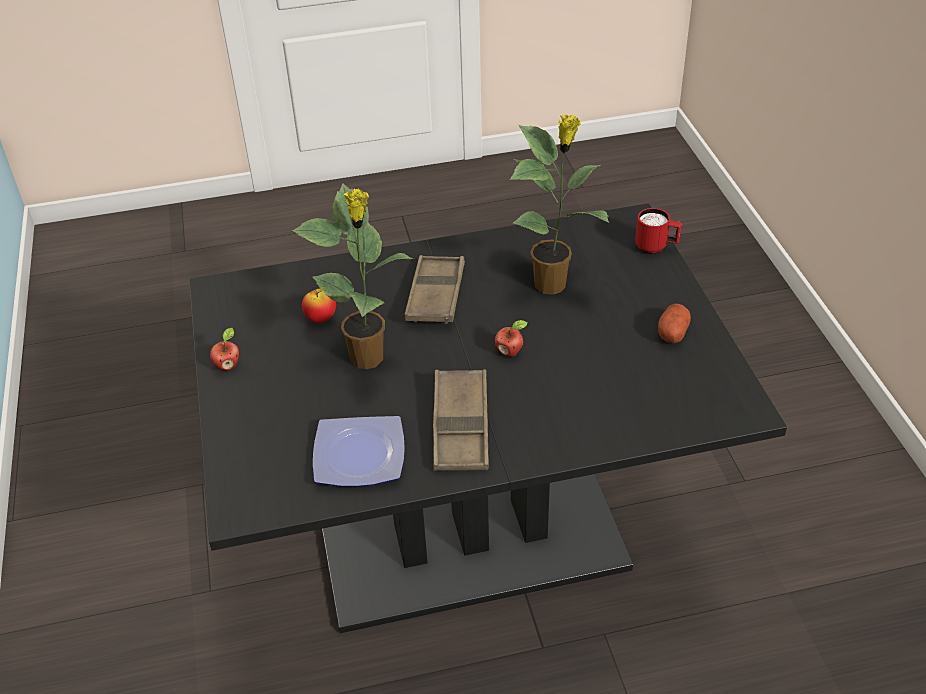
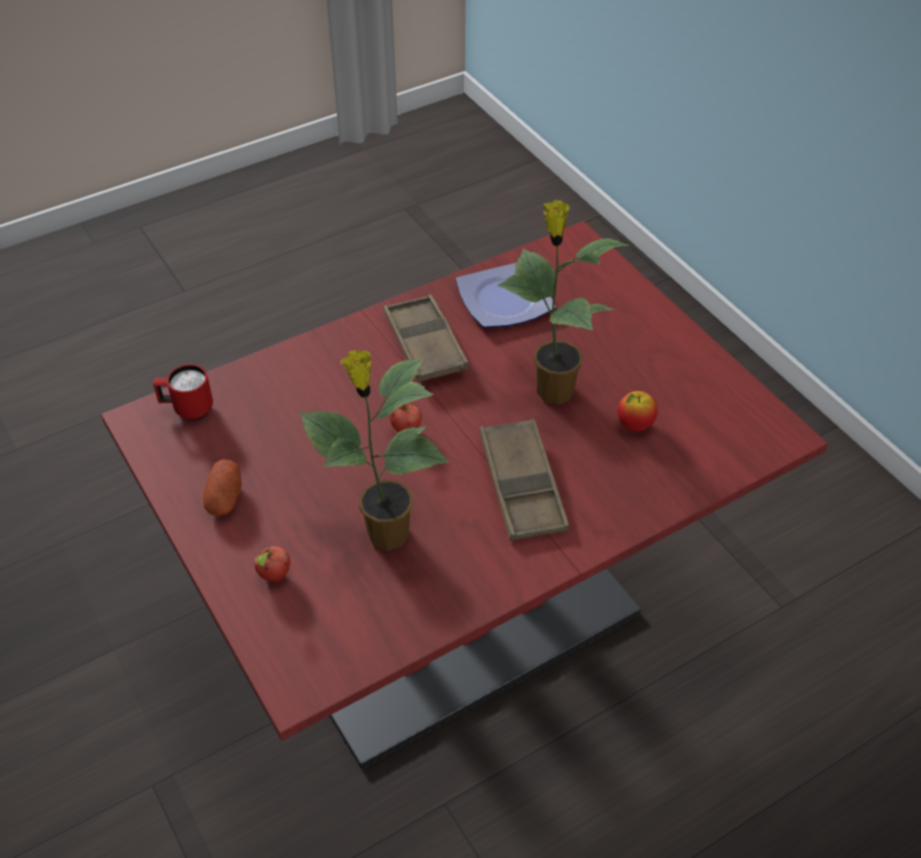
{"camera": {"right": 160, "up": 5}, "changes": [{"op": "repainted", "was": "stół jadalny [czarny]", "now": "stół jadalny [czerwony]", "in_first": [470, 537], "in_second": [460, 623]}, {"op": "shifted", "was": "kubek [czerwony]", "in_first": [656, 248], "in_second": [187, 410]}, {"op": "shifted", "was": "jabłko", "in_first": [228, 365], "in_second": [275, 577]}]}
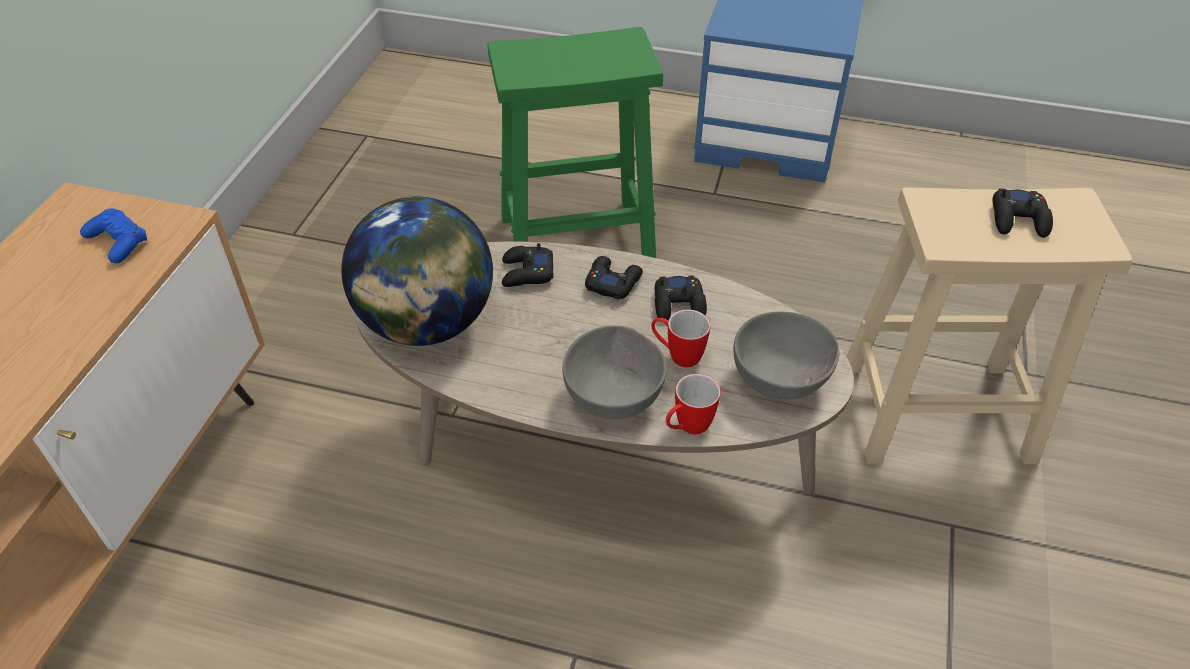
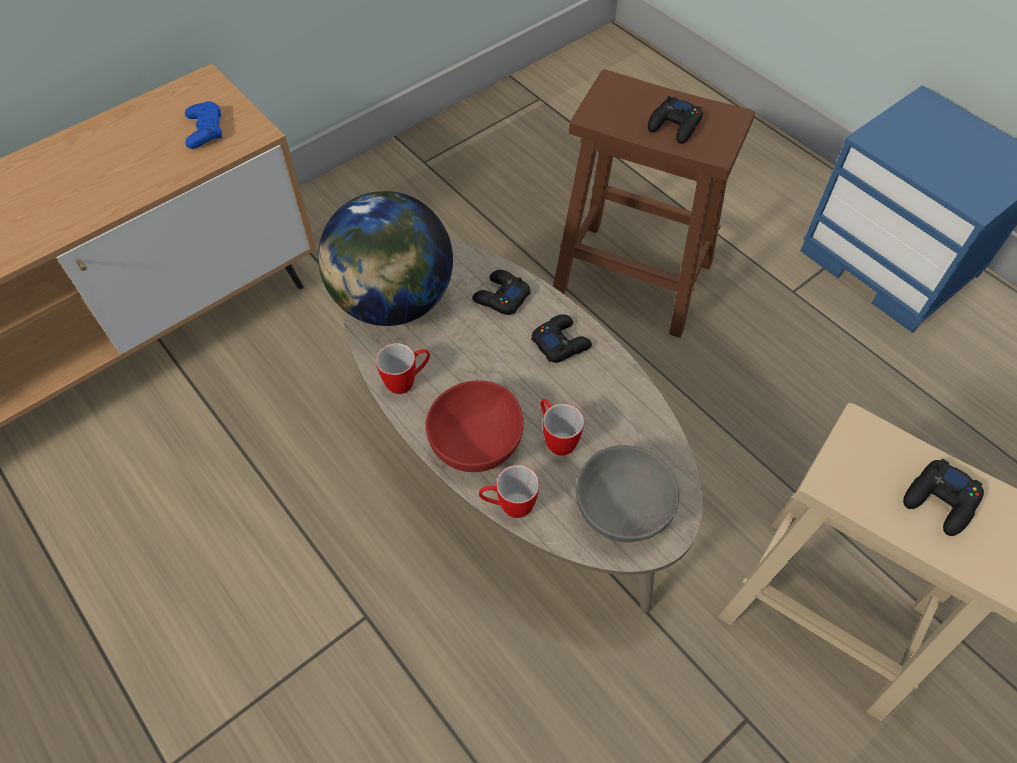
{"camera": {"right": 35, "up": 10}, "changes": [{"op": "new", "now": "kubek", "in_second": [407, 381]}, {"op": "repainted", "was": "miska [szary]", "now": "miska [czerwony]", "in_first": [615, 394], "in_second": [479, 443]}, {"op": "repainted", "was": "stołek [zielony]", "now": "stołek [brązowy]", "in_first": [579, 242], "in_second": [635, 278]}, {"op": "shifted", "was": "pad do gier [czarny]", "in_first": [679, 305], "in_second": [674, 126]}]}
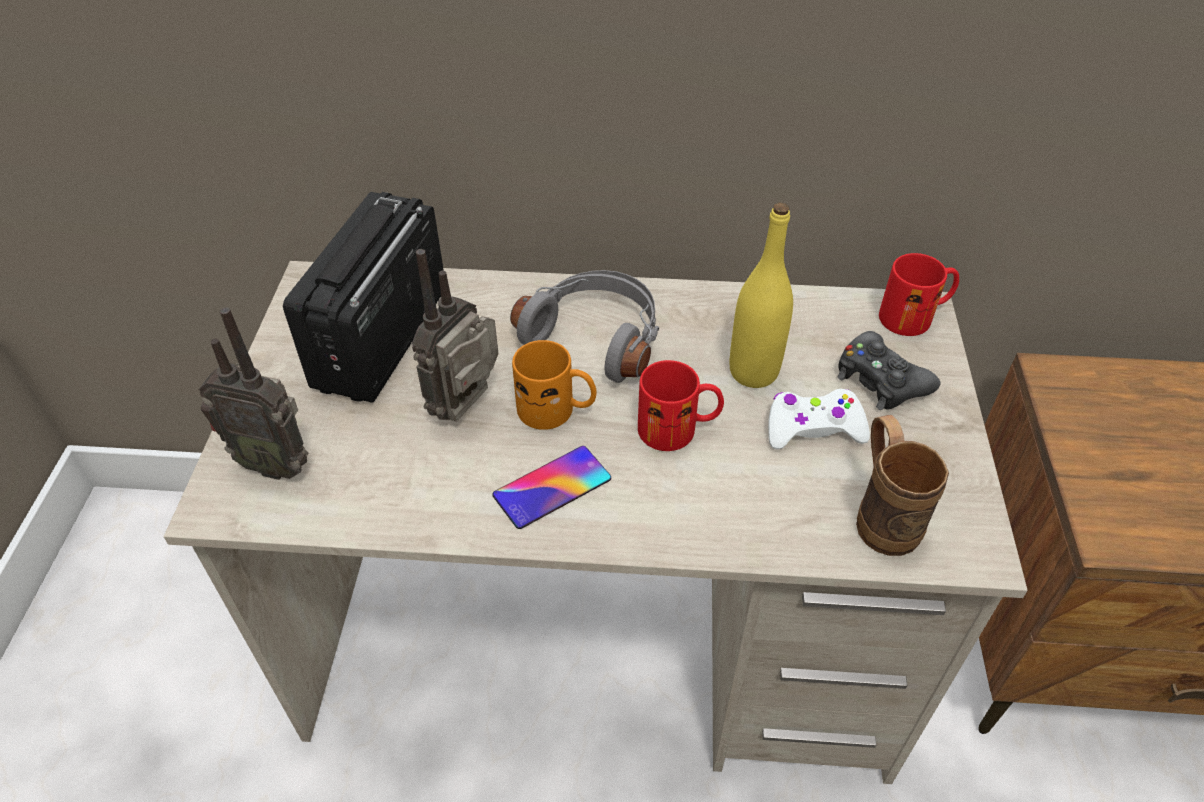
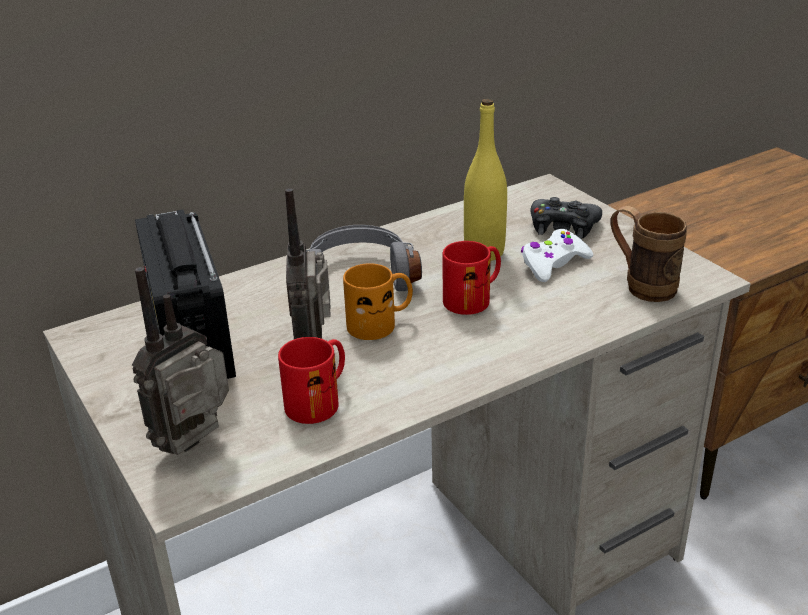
{"camera": {"right": -35, "up": -15}, "changes": [{"op": "rotated", "was": "radio", "in_first": [275, 462], "in_second": [198, 446], "clockwise": 150}, {"op": "shifted", "was": "kubek [czerwony]", "in_first": [914, 316], "in_second": [319, 400]}, {"op": "gone", "was": "telefon", "in_first": [552, 487]}]}
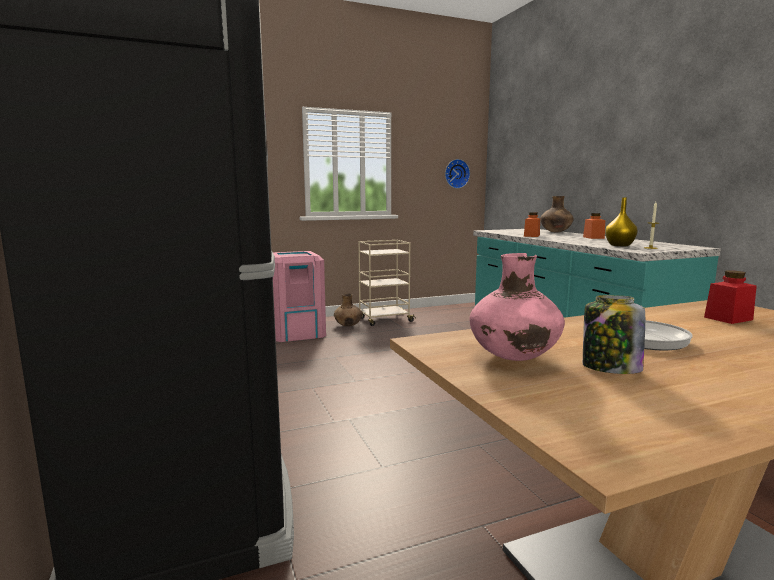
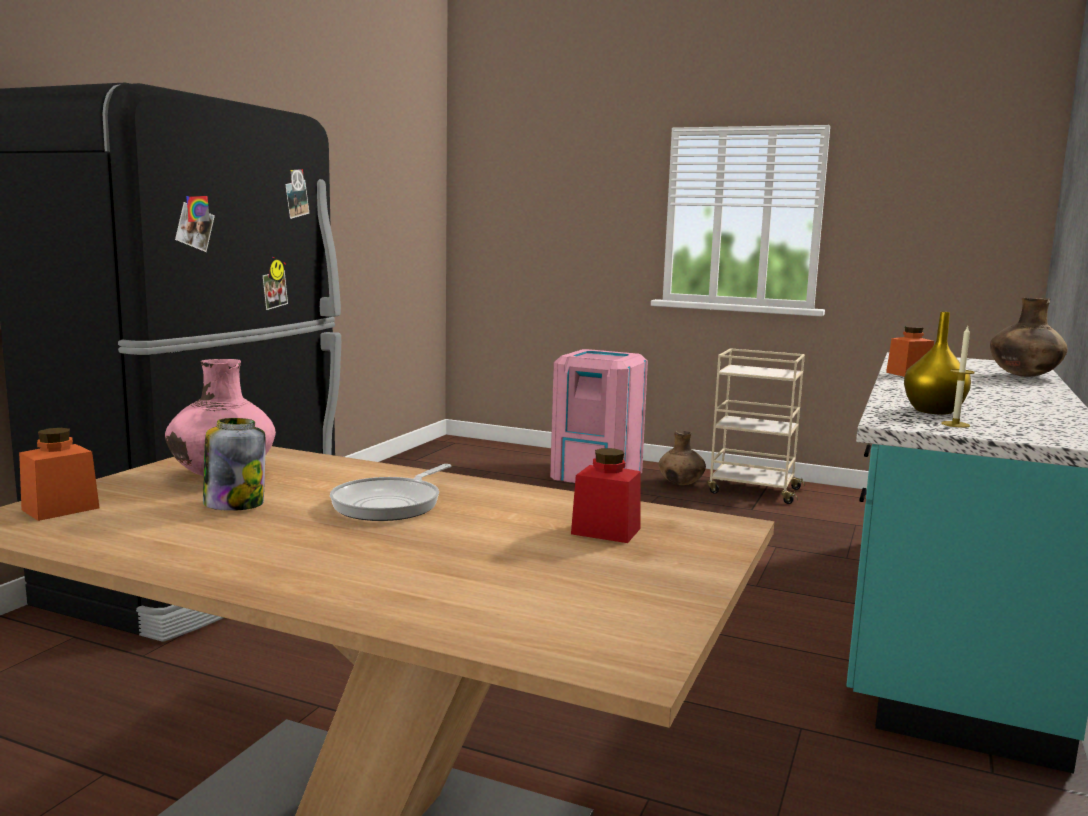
{"camera": {"right": 45, "up": 0}, "changes": [{"op": "shifted", "was": "słoik [pomarańczowy]", "in_first": [593, 237], "in_second": [60, 509]}, {"op": "gone", "was": "zegar ścienny", "in_first": [456, 173]}]}
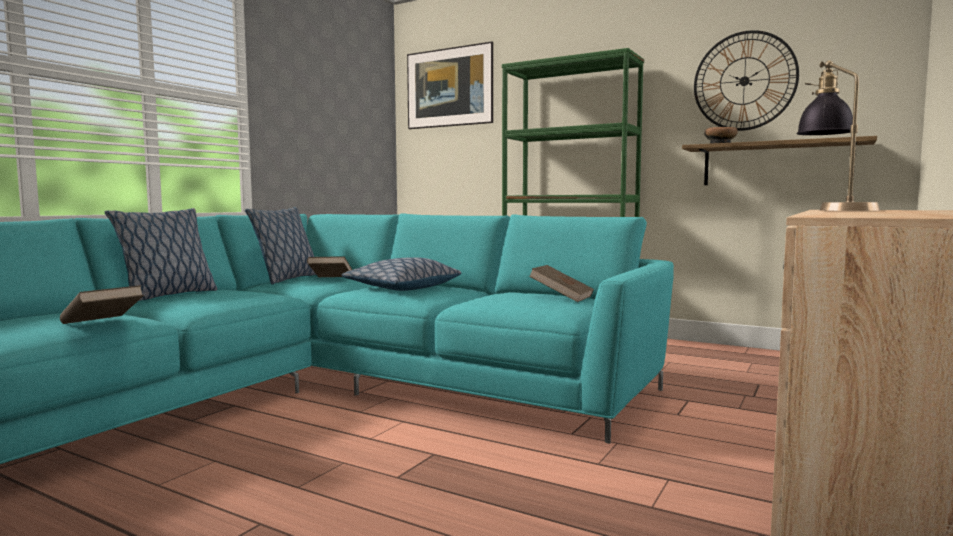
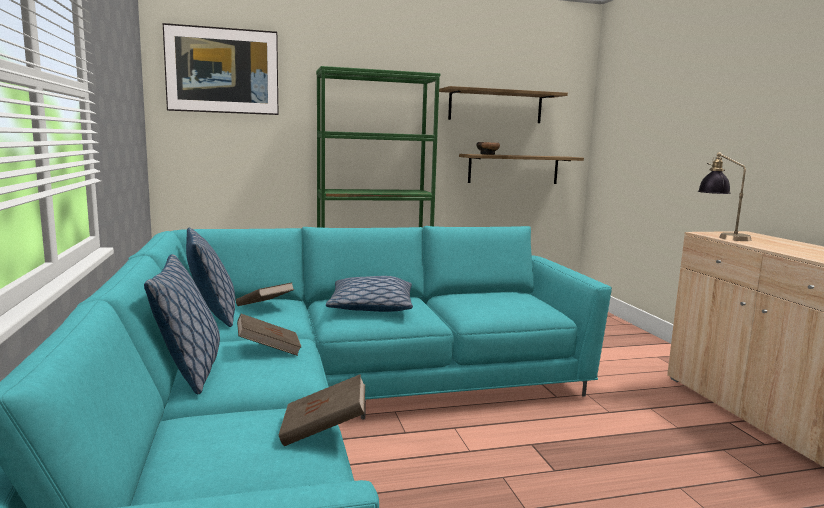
{"camera": {"right": -45, "up": 5}, "changes": [{"op": "shifted", "was": "książka [brązowy]", "in_first": [561, 297], "in_second": [269, 349]}, {"op": "swapped", "was": "zegar ścienny", "now": "półka", "in_first": [744, 81], "in_second": [495, 106]}]}
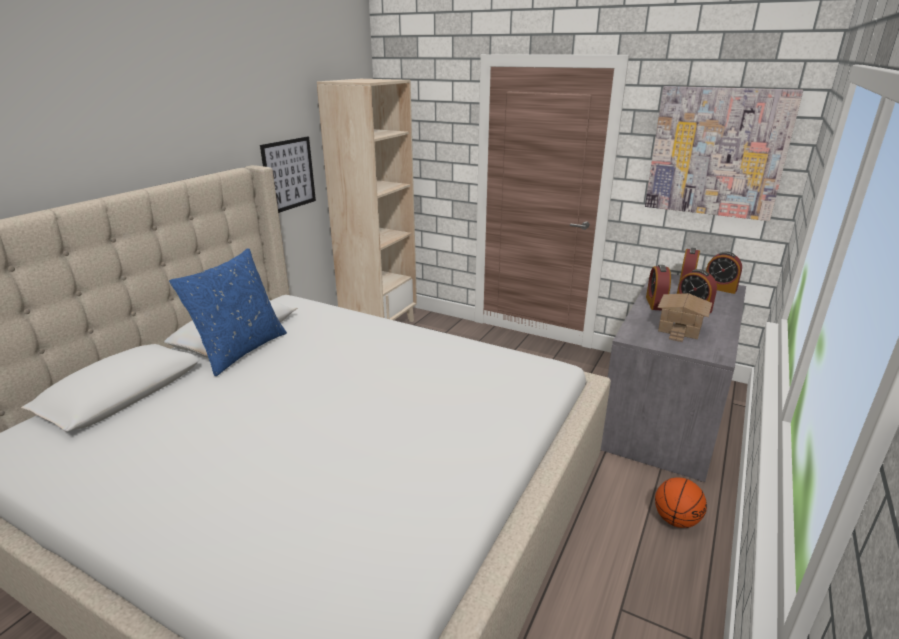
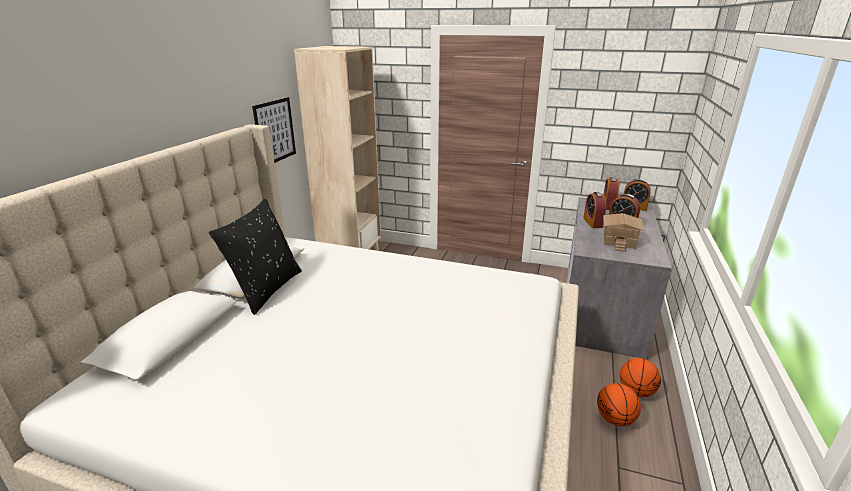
{"camera": {"right": -10, "up": 0}, "changes": [{"op": "repainted", "was": "poduszka [niebieski]", "now": "poduszka [czarny]", "in_first": [240, 350], "in_second": [266, 289]}, {"op": "new", "now": "piłka do koszykówki", "in_second": [615, 419]}, {"op": "gone", "was": "obraz", "in_first": [717, 152]}]}
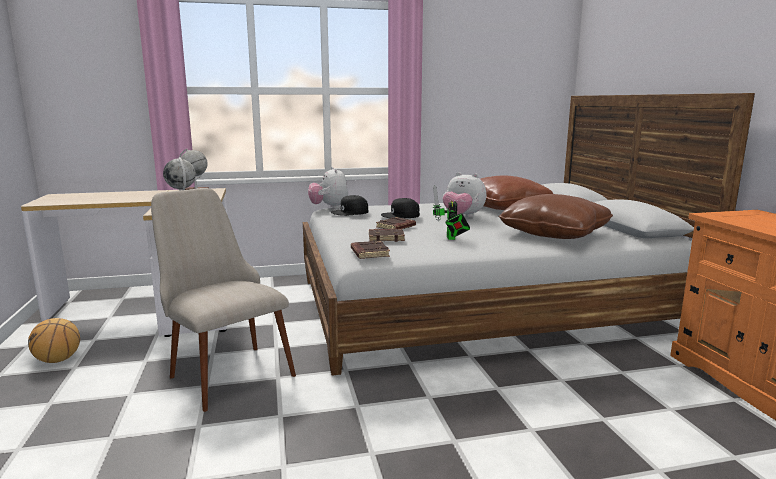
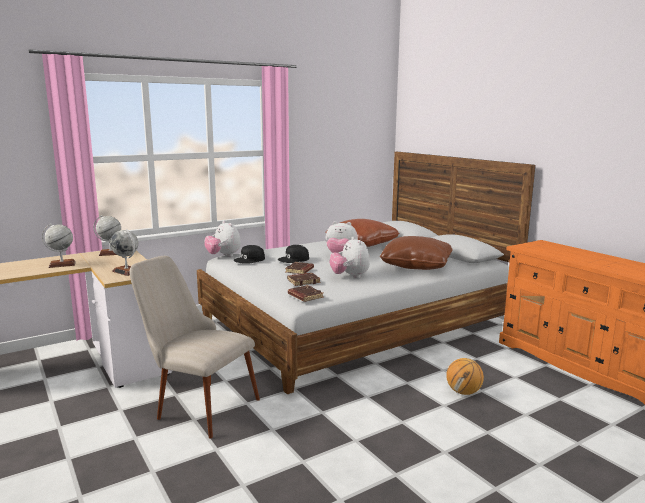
{"camera": {"right": -20, "up": 0}, "changes": [{"op": "new", "now": "globus", "in_second": [62, 264]}, {"op": "swapped", "was": "robot zabawkowy", "now": "pluszak", "in_first": [451, 238], "in_second": [350, 276]}, {"op": "shifted", "was": "piłka do koszykówki", "in_first": [58, 360], "in_second": [463, 392]}]}
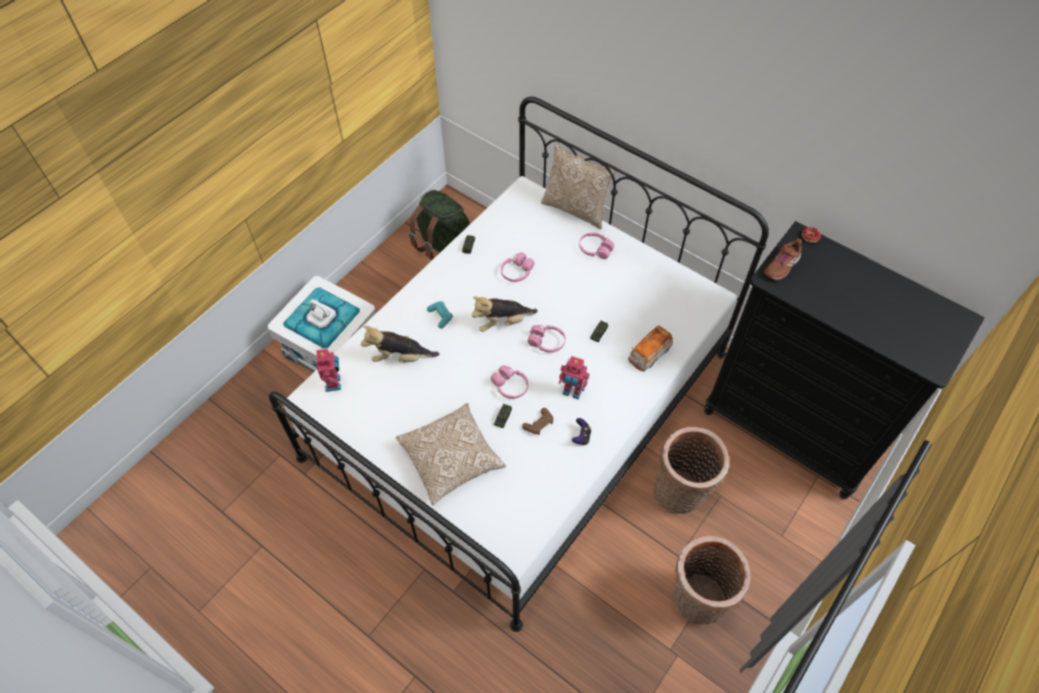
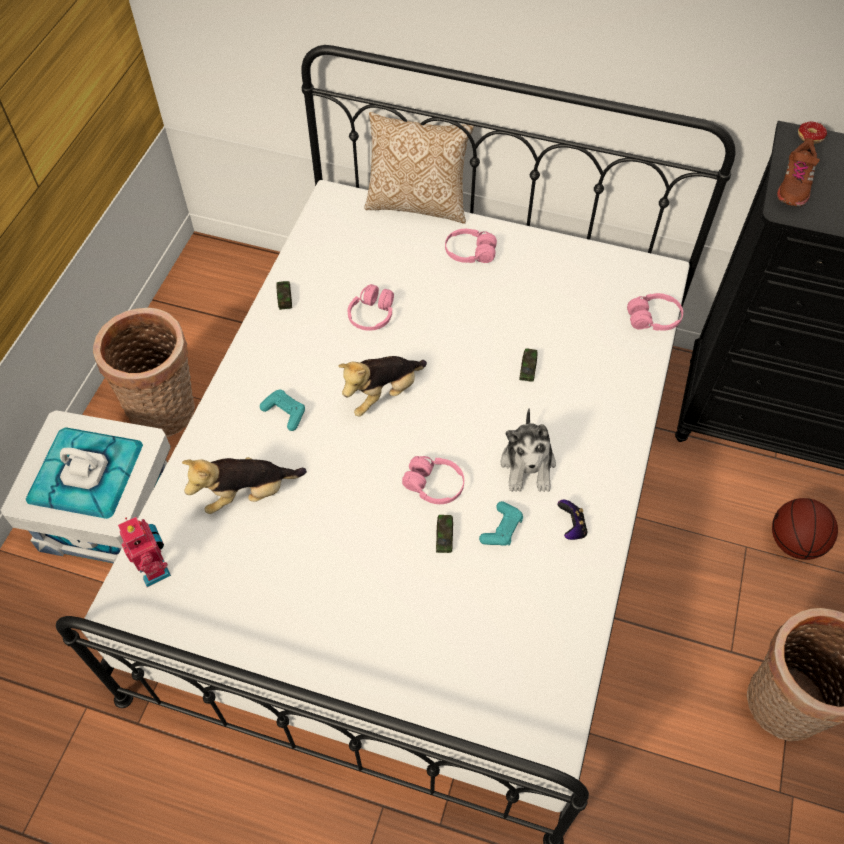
{"camera": {"right": -20, "up": 0}, "changes": [{"op": "shifted", "was": "koszyk", "in_first": [680, 494], "in_second": [167, 412]}, {"op": "repainted", "was": "pad do gier [brązowy]", "now": "pad do gier [turkusowy]", "in_first": [539, 424], "in_second": [501, 529]}, {"op": "swapped", "was": "robot zabawkowy", "now": "pluszak", "in_first": [572, 392], "in_second": [528, 465]}, {"op": "shifted", "was": "słuchawki [różowy]", "in_first": [546, 342], "in_second": [653, 319]}, {"op": "new", "now": "piłka do koszykówki", "in_second": [794, 542]}, {"op": "gone", "was": "poduszka", "in_first": [451, 459]}, {"op": "gone", "was": "plecak [zielony]", "in_first": [444, 245]}, {"op": "gone", "was": "samochodzik", "in_first": [649, 354]}]}
